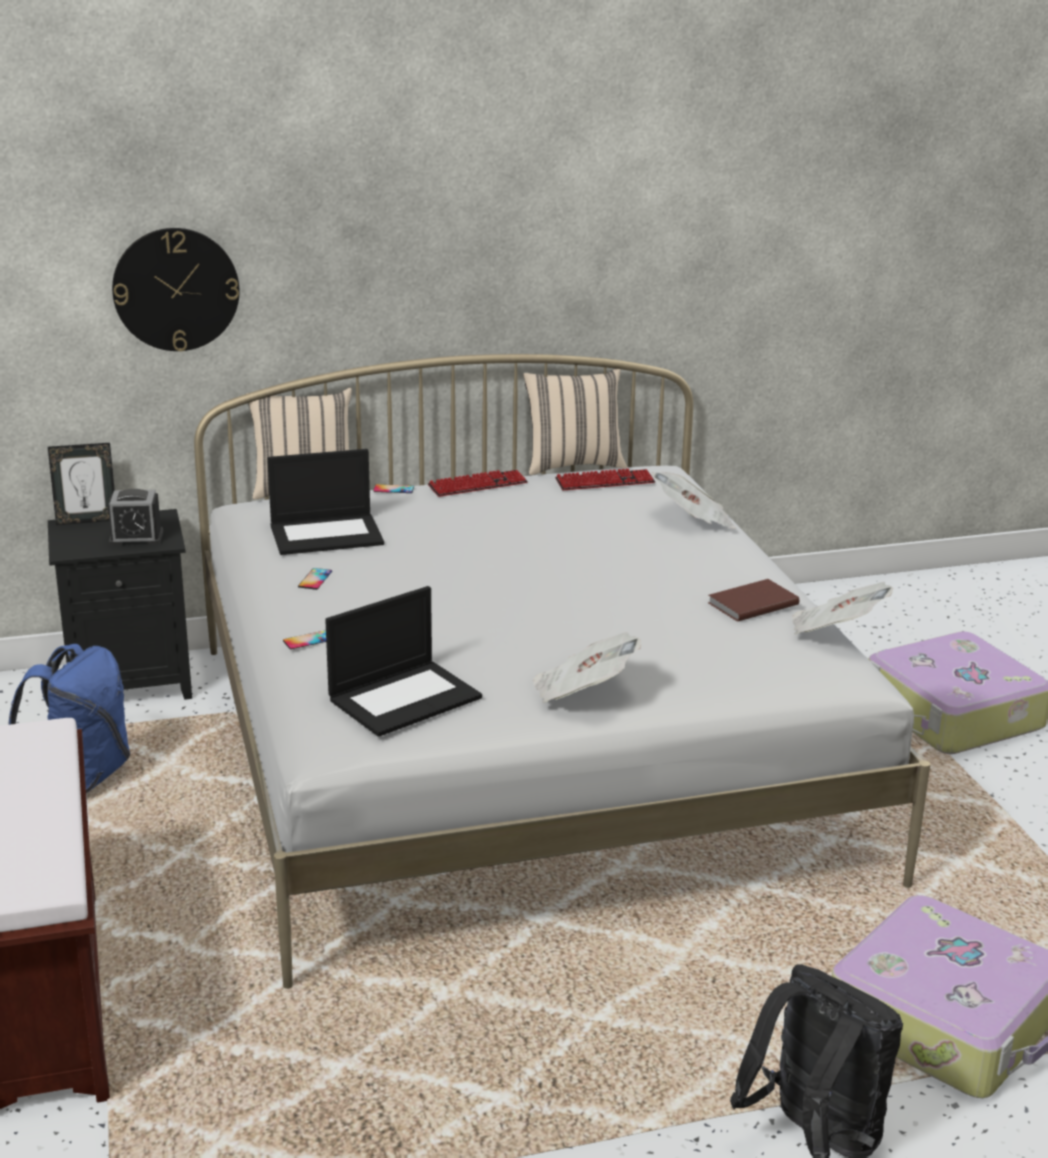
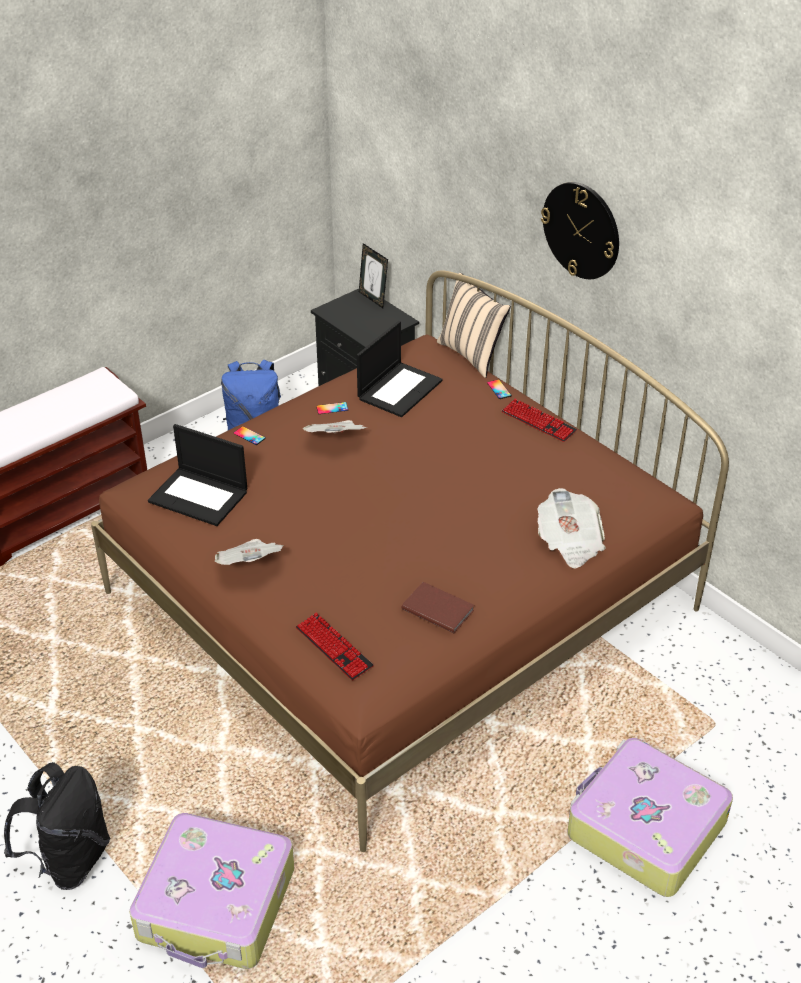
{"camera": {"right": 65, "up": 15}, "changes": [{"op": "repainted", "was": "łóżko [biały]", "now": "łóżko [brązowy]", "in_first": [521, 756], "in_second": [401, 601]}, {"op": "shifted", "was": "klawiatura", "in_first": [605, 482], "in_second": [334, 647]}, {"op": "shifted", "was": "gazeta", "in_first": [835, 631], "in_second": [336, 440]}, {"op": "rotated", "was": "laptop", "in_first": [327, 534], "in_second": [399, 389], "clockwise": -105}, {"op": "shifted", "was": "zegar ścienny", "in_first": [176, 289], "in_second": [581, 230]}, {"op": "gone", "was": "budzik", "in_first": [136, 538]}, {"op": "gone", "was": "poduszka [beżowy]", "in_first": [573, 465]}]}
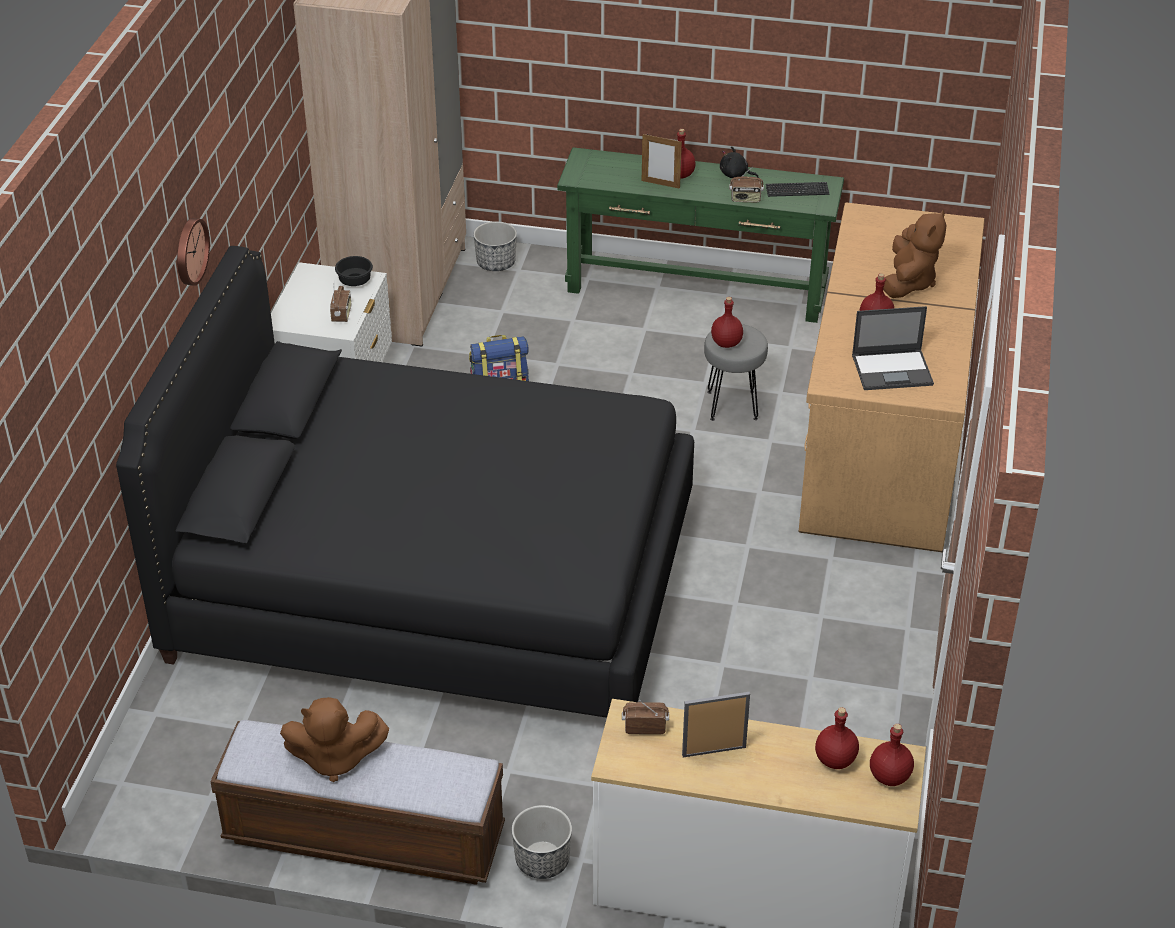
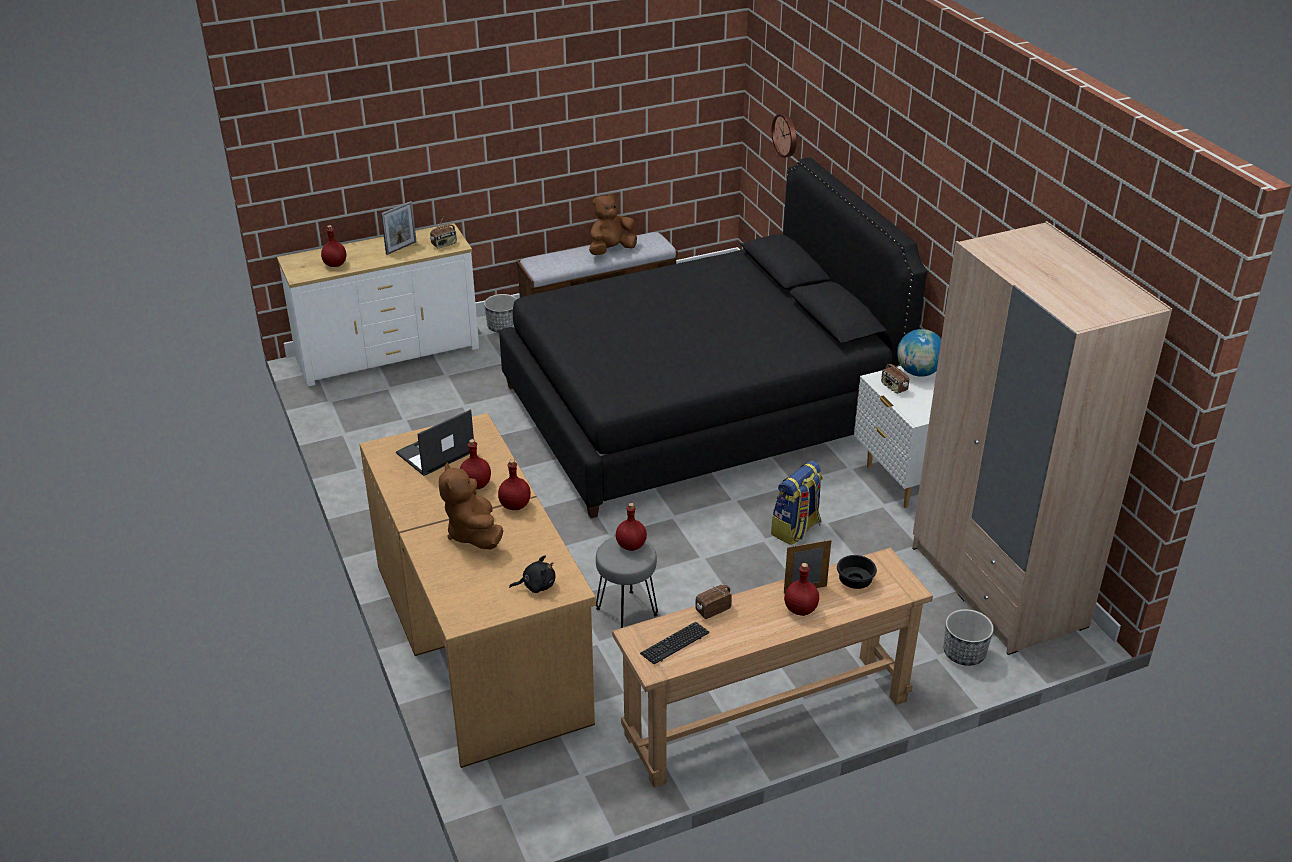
{"camera": {"right": 145, "up": -5}, "changes": [{"op": "shifted", "was": "butelka [czerwony]", "in_first": [890, 776], "in_second": [514, 505]}, {"op": "shifted", "was": "pluszak [czarny]", "in_first": [735, 175], "in_second": [536, 585]}, {"op": "repainted", "was": "stolik konsolowy [zielony]", "now": "stolik konsolowy [brązowy]", "in_first": [696, 288], "in_second": [767, 717]}, {"op": "shifted", "was": "zegar ścienny", "in_first": [189, 251], "in_second": [786, 135]}, {"op": "shifted", "was": "miska [czarny]", "in_first": [353, 281], "in_second": [855, 581]}, {"op": "new", "now": "globus", "in_second": [918, 372]}]}
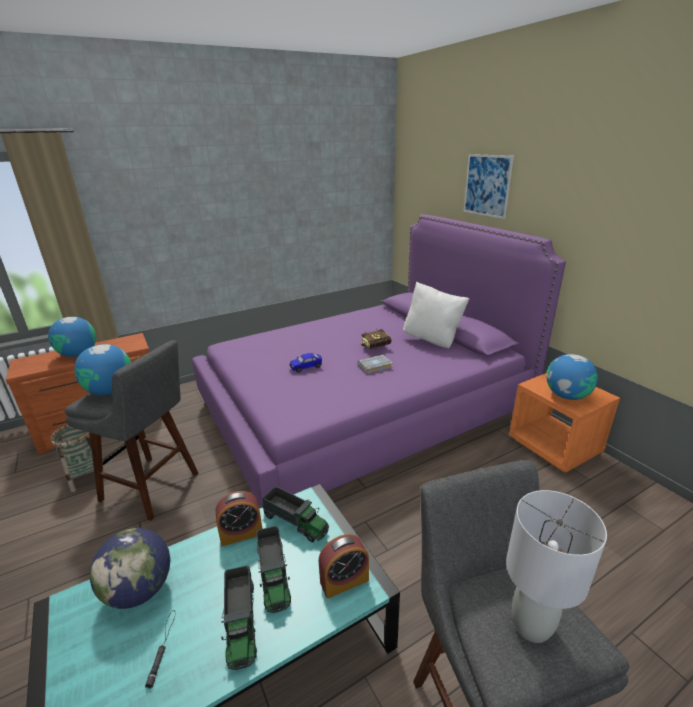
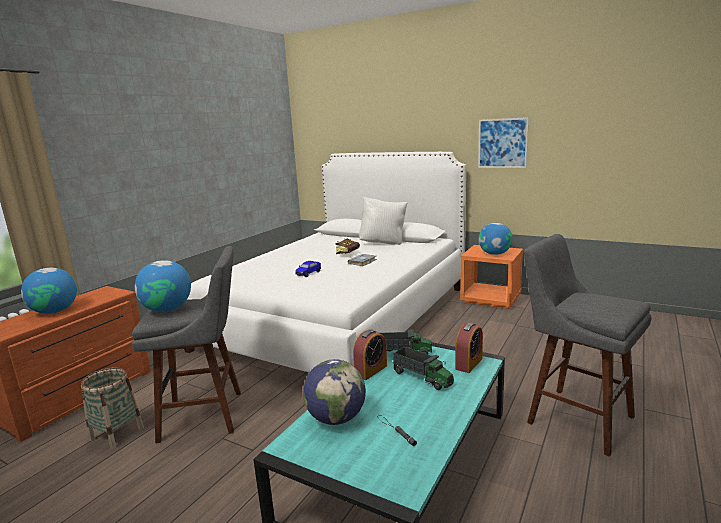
{"camera": {"right": -30, "up": -10}, "changes": [{"op": "repainted", "was": "łóżko [fioletowy]", "now": "łóżko [biały]", "in_first": [362, 409], "in_second": [340, 316]}, {"op": "shifted", "was": "obraz", "in_first": [487, 185], "in_second": [502, 143]}, {"op": "gone", "was": "ciężarówka zabawkowa", "in_first": [241, 623]}, {"op": "gone", "was": "lampa stołowa [szary]", "in_first": [532, 625]}]}
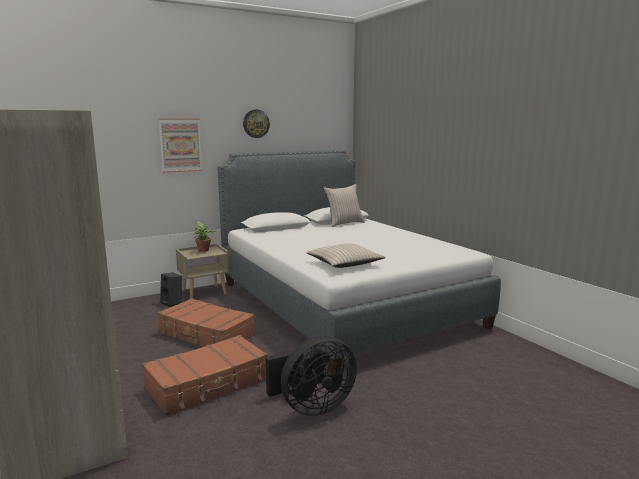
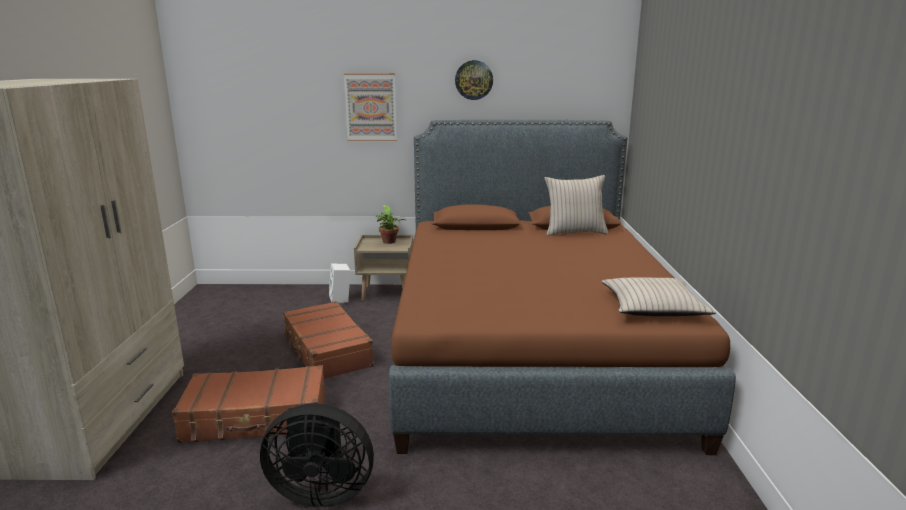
{"camera": {"right": 30, "up": 5}, "changes": [{"op": "repainted", "was": "głośnik [czarny]", "now": "głośnik [biały]", "in_first": [173, 303], "in_second": [341, 300]}, {"op": "repainted", "was": "łóżko [biały]", "now": "łóżko [brązowy]", "in_first": [342, 303], "in_second": [529, 348]}, {"op": "shifted", "was": "poduszka [beżowy]", "in_first": [344, 263], "in_second": [653, 307]}]}
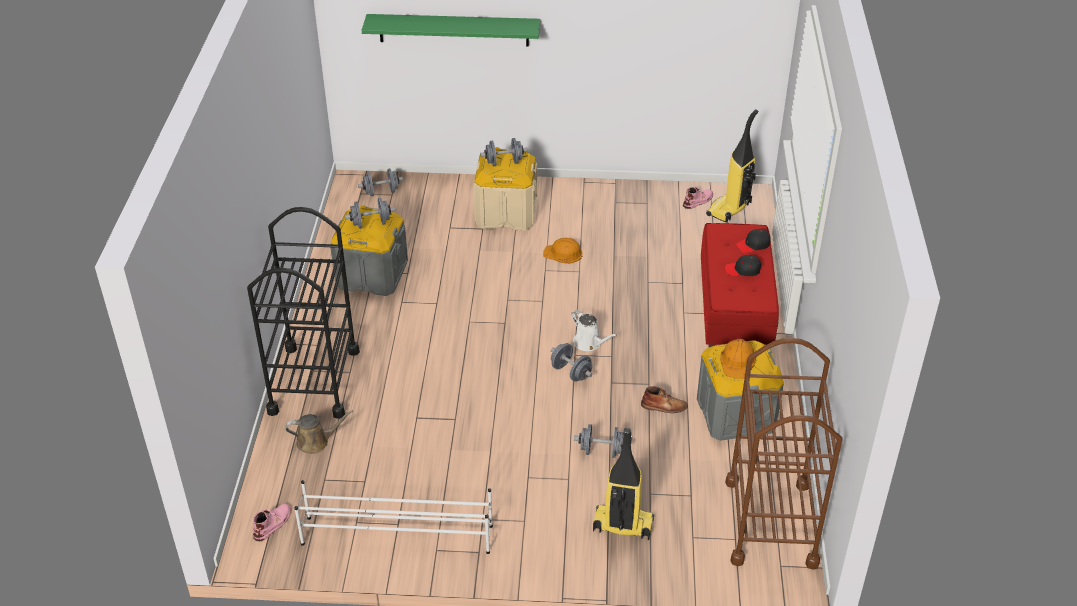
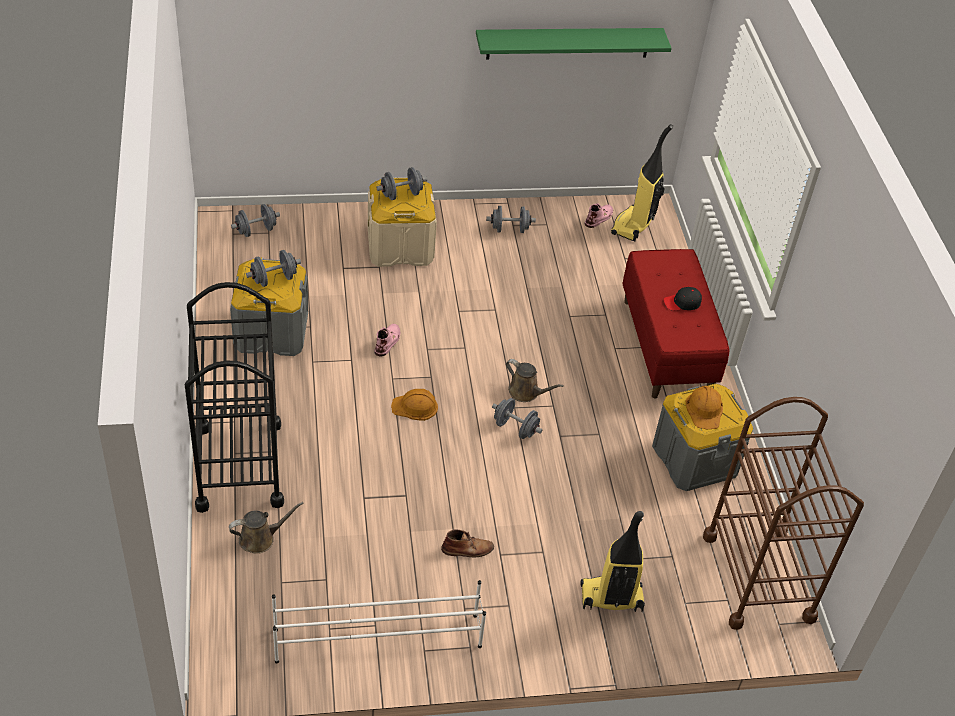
{"camera": {"right": -15, "up": 5}, "changes": [{"op": "shifted", "was": "but z cholewką [różowy]", "in_first": [273, 524], "in_second": [387, 341]}, {"op": "shifted", "was": "kask [pomarańczowy]", "in_first": [563, 253], "in_second": [415, 407]}, {"op": "shifted", "was": "but z cholewką [brązowy]", "in_first": [664, 406], "in_second": [468, 549]}, {"op": "shifted", "was": "półka [zielony]", "in_first": [453, 30], "in_second": [568, 43]}, {"op": "shifted", "was": "hantel [szary]", "in_first": [601, 451], "in_second": [509, 229]}, {"op": "repainted", "was": "konewka [biały]", "now": "konewka [brązowy]", "in_first": [589, 343], "in_second": [526, 392]}, {"op": "gone", "was": "czapka z daszkiem [czarny]", "in_first": [753, 245]}]}
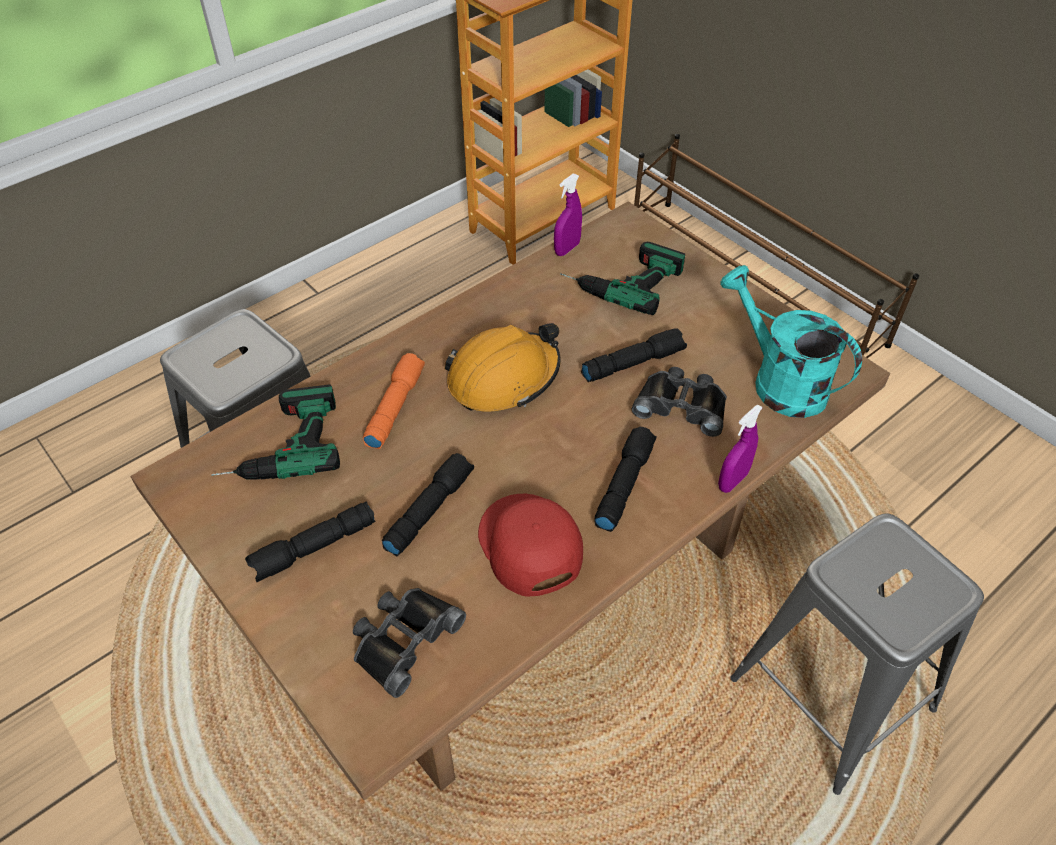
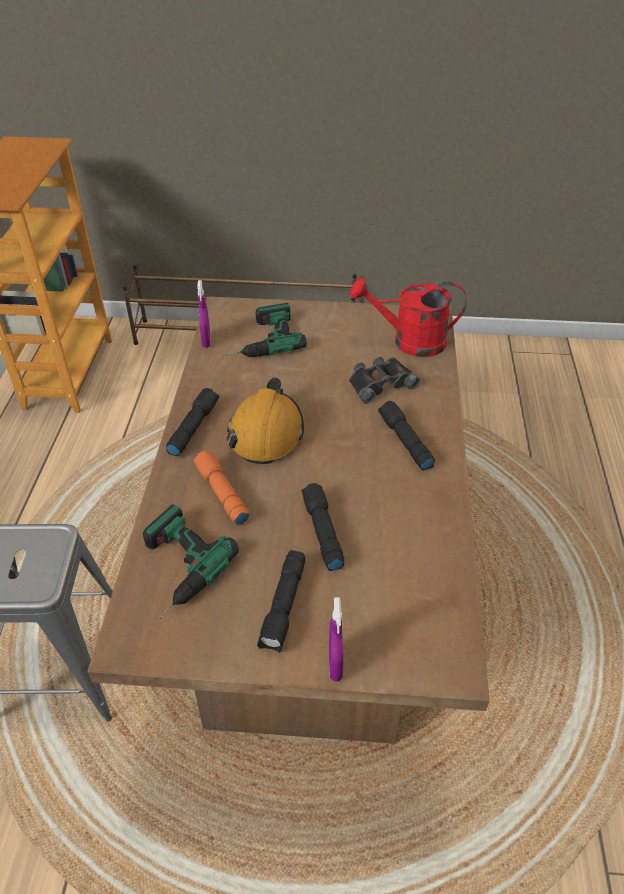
{"camera": {"right": -45, "up": -5}, "changes": [{"op": "shifted", "was": "latarka [czarny]", "in_first": [633, 362], "in_second": [193, 427]}, {"op": "shifted", "was": "spryskiwacz [fioletowy]", "in_first": [733, 481], "in_second": [335, 665]}, {"op": "repainted", "was": "konewka [turkusowy]", "now": "konewka [czerwony]", "in_first": [778, 381], "in_second": [409, 342]}, {"op": "gone", "was": "lornetka [czarny]", "in_first": [403, 639]}, {"op": "gone", "was": "czapka z daszkiem [czerwony]", "in_first": [528, 546]}, {"op": "gone", "was": "stołek [szary]", "in_first": [831, 693]}]}
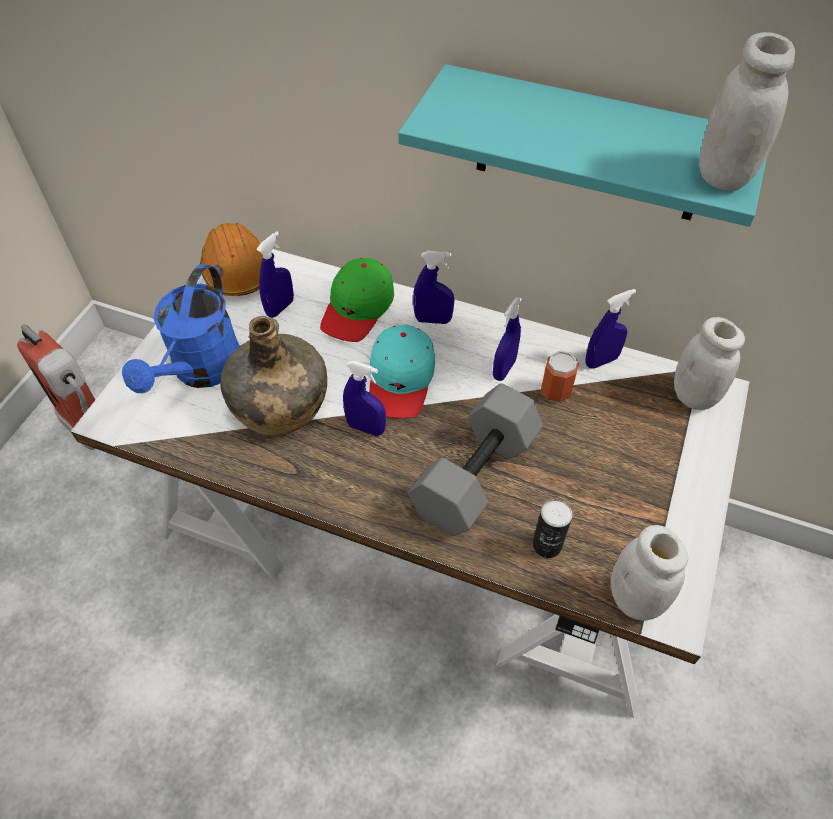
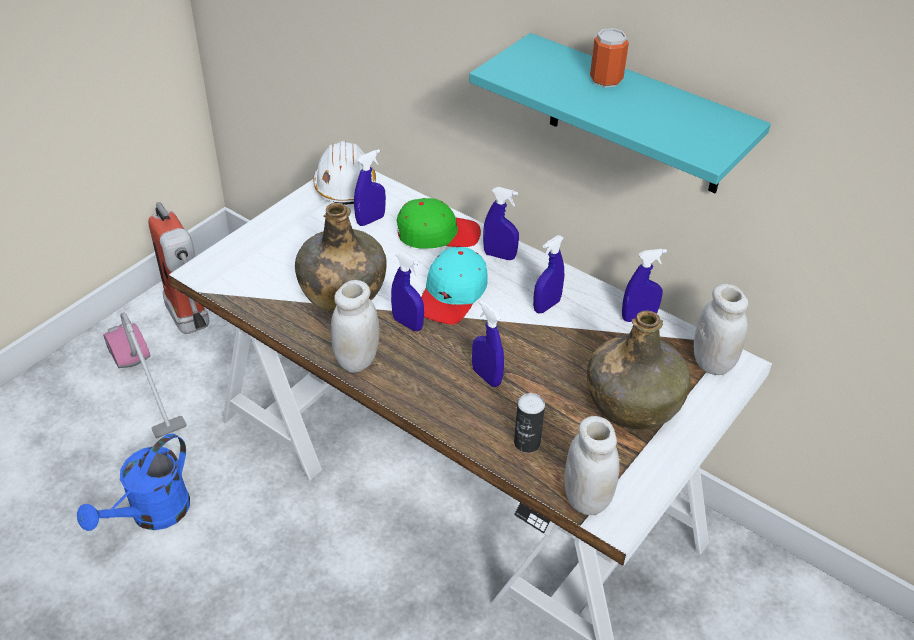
{"camera": {"right": 15, "up": -10}, "changes": [{"op": "shifted", "was": "konewka [niebieski]", "in_first": [201, 372], "in_second": [152, 515]}, {"op": "new", "now": "odkurzacz", "in_second": [145, 384]}, {"op": "repainted", "was": "kask [pomarańczowy]", "now": "kask [biały]", "in_first": [237, 271], "in_second": [345, 185]}, {"op": "shifted", "was": "słoik [biały]", "in_first": [723, 175], "in_second": [357, 360]}, {"op": "rotated", "was": "czapka z daszkiem [zielony]", "in_first": [358, 308], "in_second": [437, 233], "clockwise": -135}, {"op": "swapped", "was": "hantel [szary]", "now": "spryskiwacz [niebieski]", "in_first": [474, 473], "in_second": [486, 377]}, {"op": "new", "now": "butelka [zielony]", "in_second": [633, 402]}, {"op": "shifted", "was": "puszka", "in_first": [556, 391], "in_second": [606, 80]}]}
